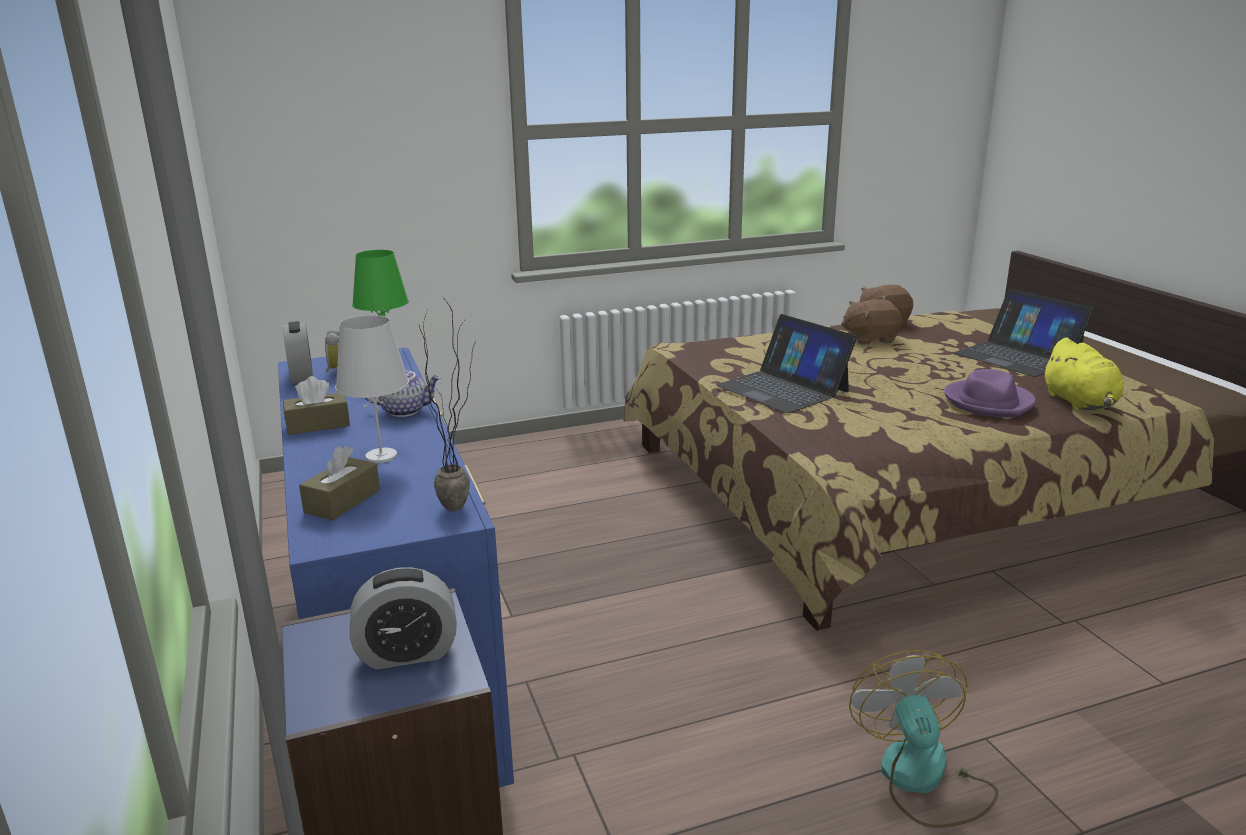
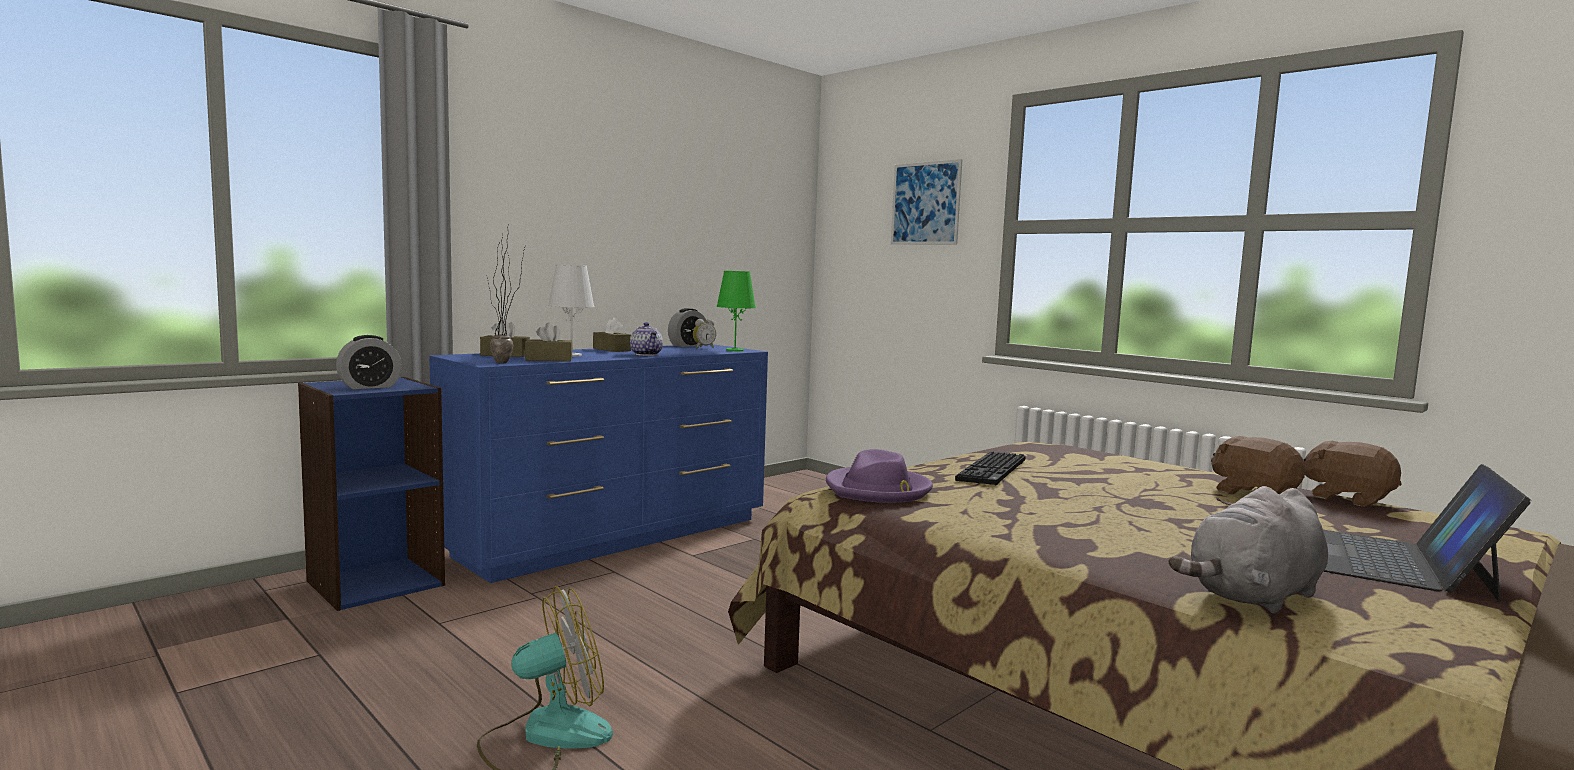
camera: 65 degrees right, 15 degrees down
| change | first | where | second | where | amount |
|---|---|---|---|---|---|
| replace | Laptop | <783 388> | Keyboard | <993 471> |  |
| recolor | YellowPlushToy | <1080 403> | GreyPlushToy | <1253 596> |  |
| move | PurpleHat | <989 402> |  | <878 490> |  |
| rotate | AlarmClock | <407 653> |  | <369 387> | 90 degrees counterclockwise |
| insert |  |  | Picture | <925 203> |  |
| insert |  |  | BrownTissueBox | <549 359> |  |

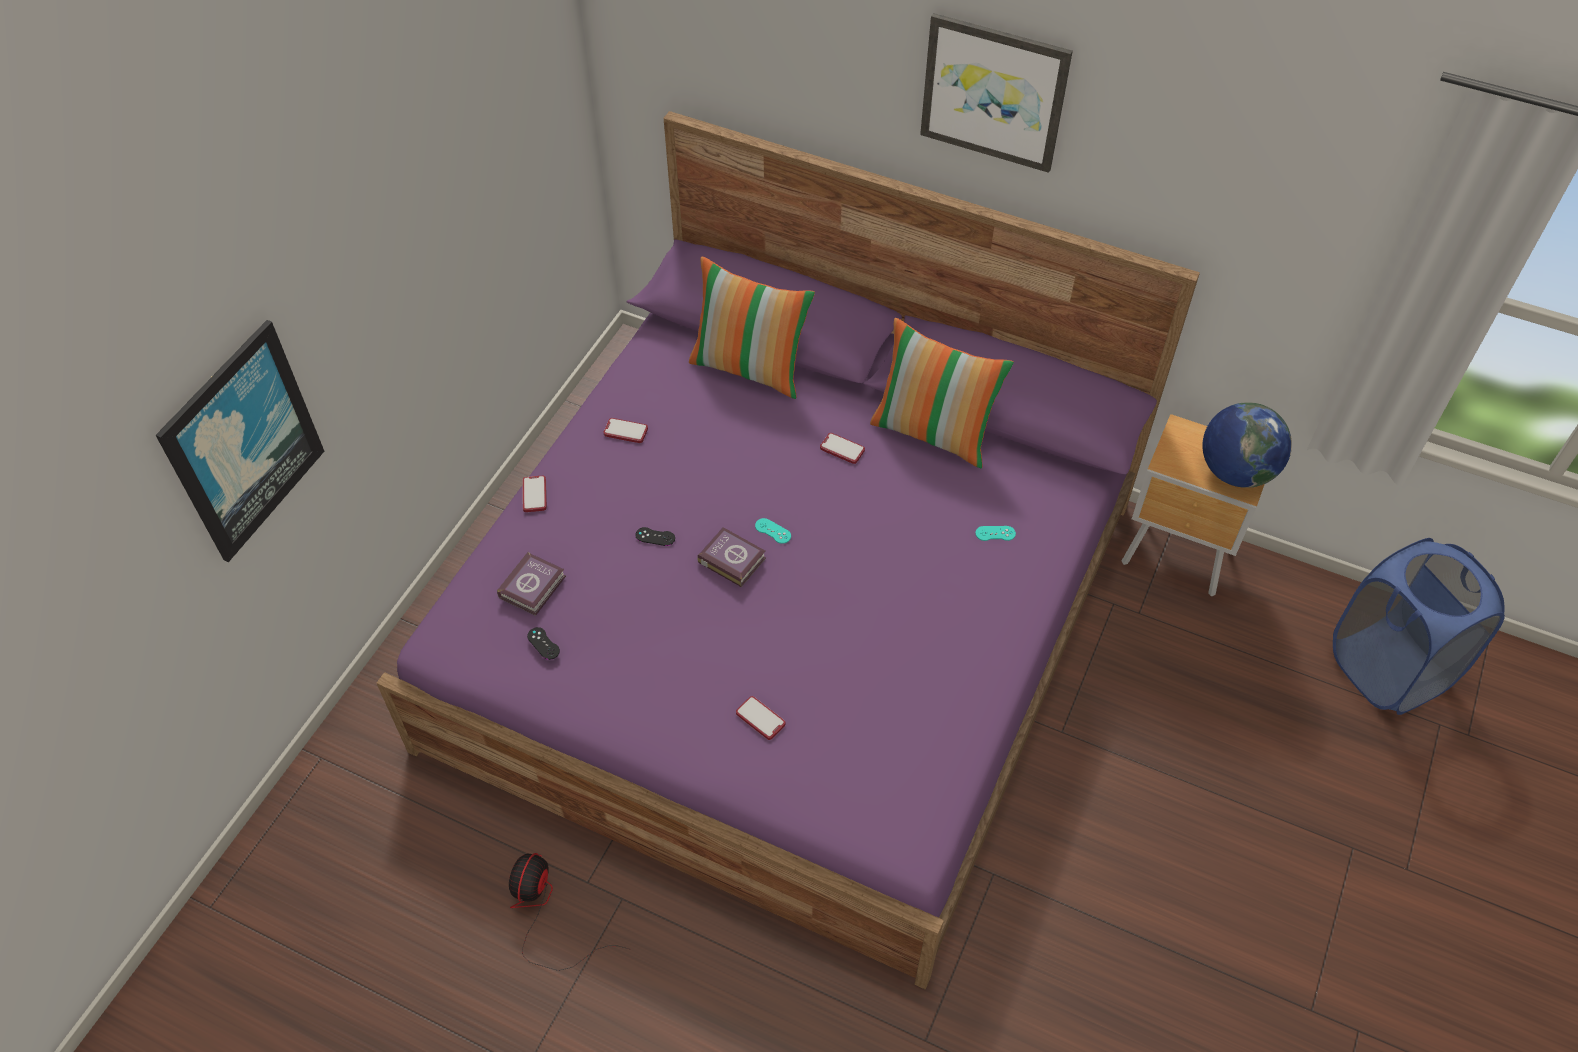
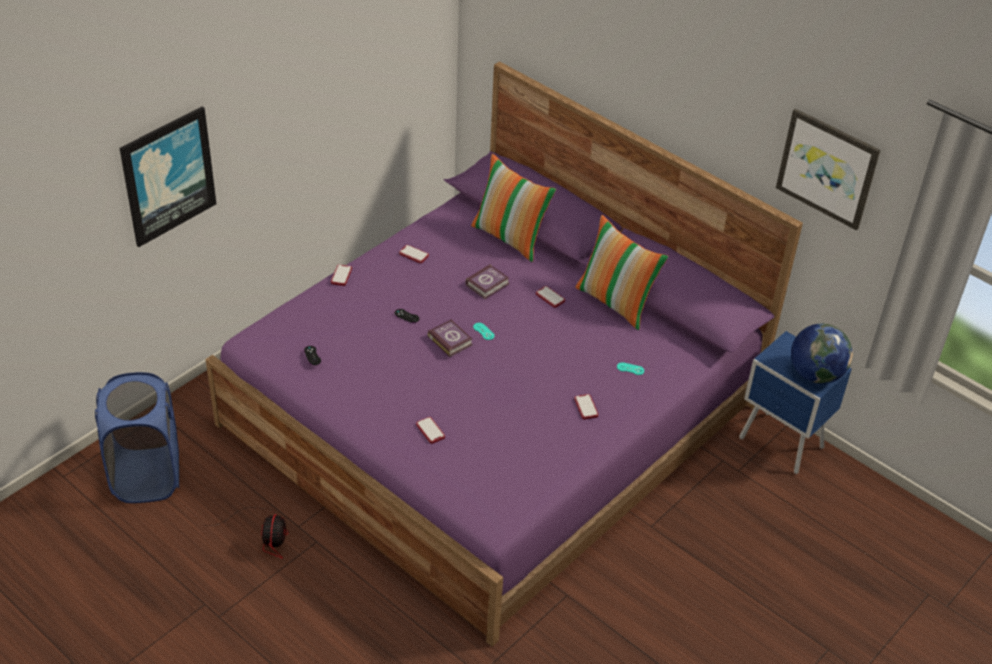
camera: 15 degrees right, 10 degrees down
| change | first | where | second | where | amount |
|---|---|---|---|---|---|
| move | Picture | <994 92> |  | <827 168> |  |
| recolor | BrownNightstand | <1178 557> | BlueNightstand | <782 445> |  |
| move | BlueLaundryBasket | <1388 668> |  | <146 476> |  |
| move | Book | <534 586> |  | <488 284> |  |
| rotate | Fan | <544 912> |  | <264 535> | 150 degrees clockwise |
| insert |  |  | Phone | <586 407> |  |

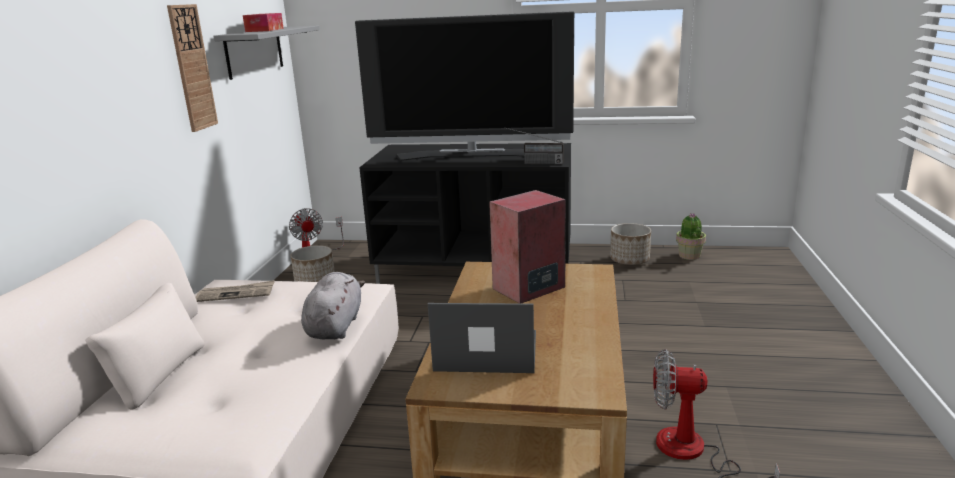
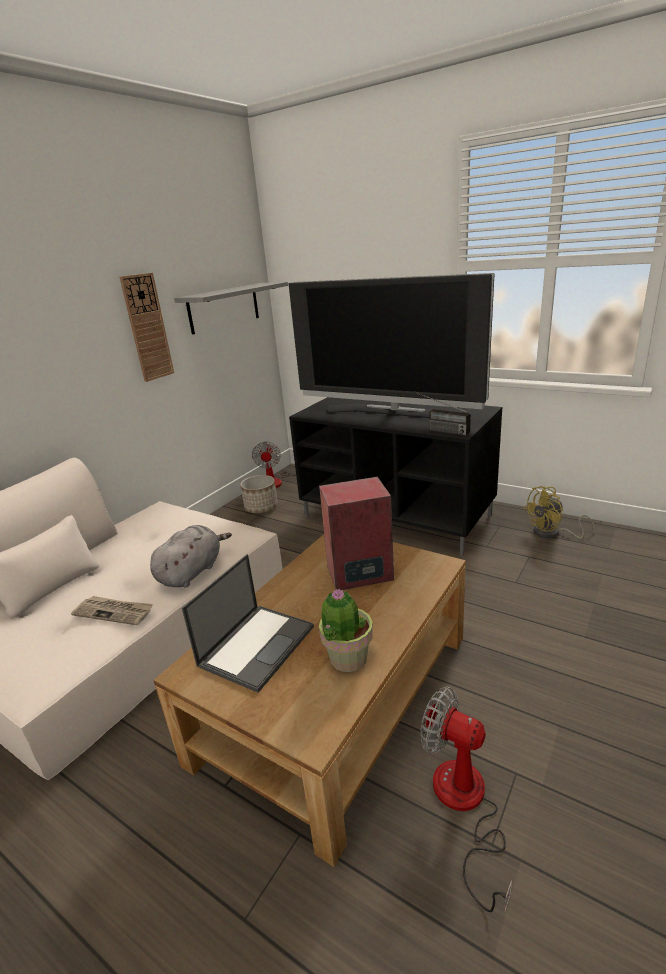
camera: 25 degrees right, 5 degrees up
| change | first | where | second | where | amount |
|---|---|---|---|---|---|
| delete | TissueBox | <265 30> |  |  |  |
| move | PottedPlant | <689 256> |  | <347 658> |  |
| replace | Planter | <630 260> | YellowFan | <552 533> |  |
| move | Newspaper | <236 294> |  | <114 612> |  |
| rotate | Laptop | <485 352> |  | <257 645> | 90 degrees clockwise |

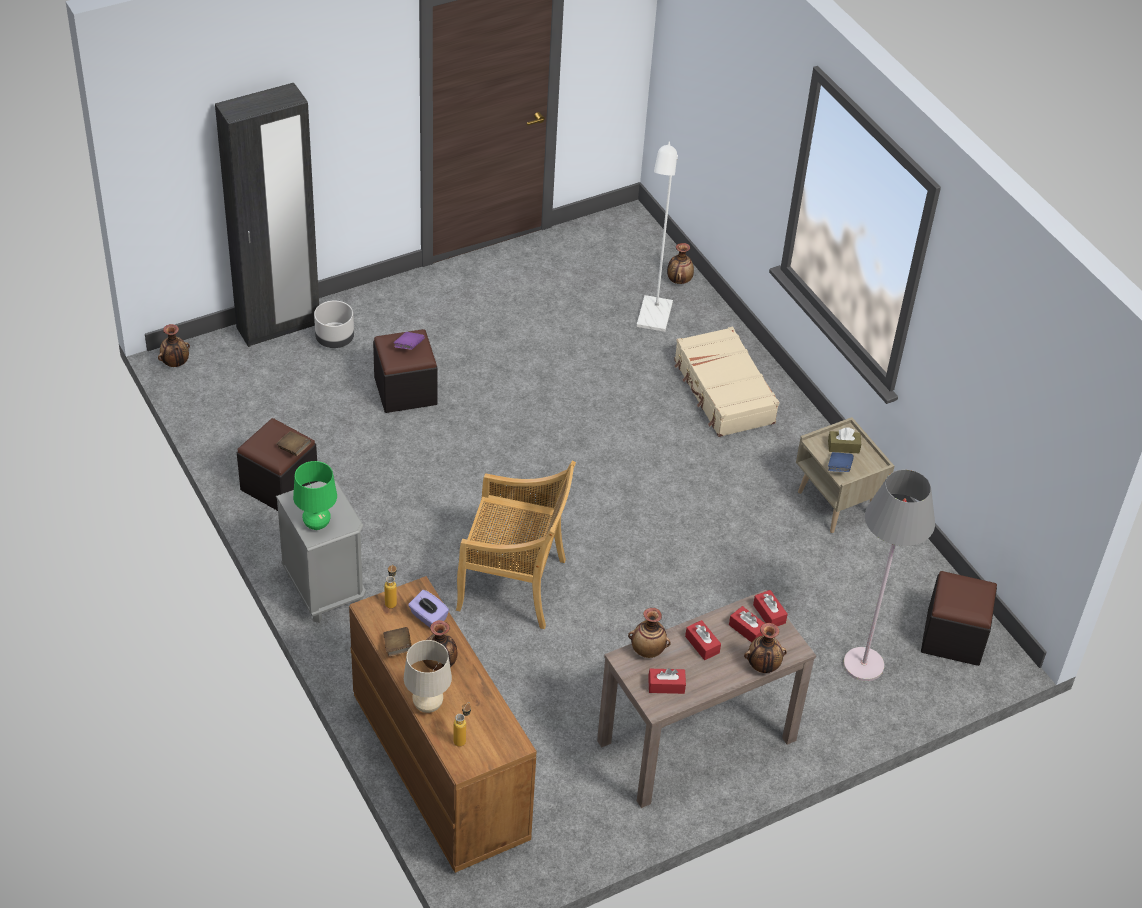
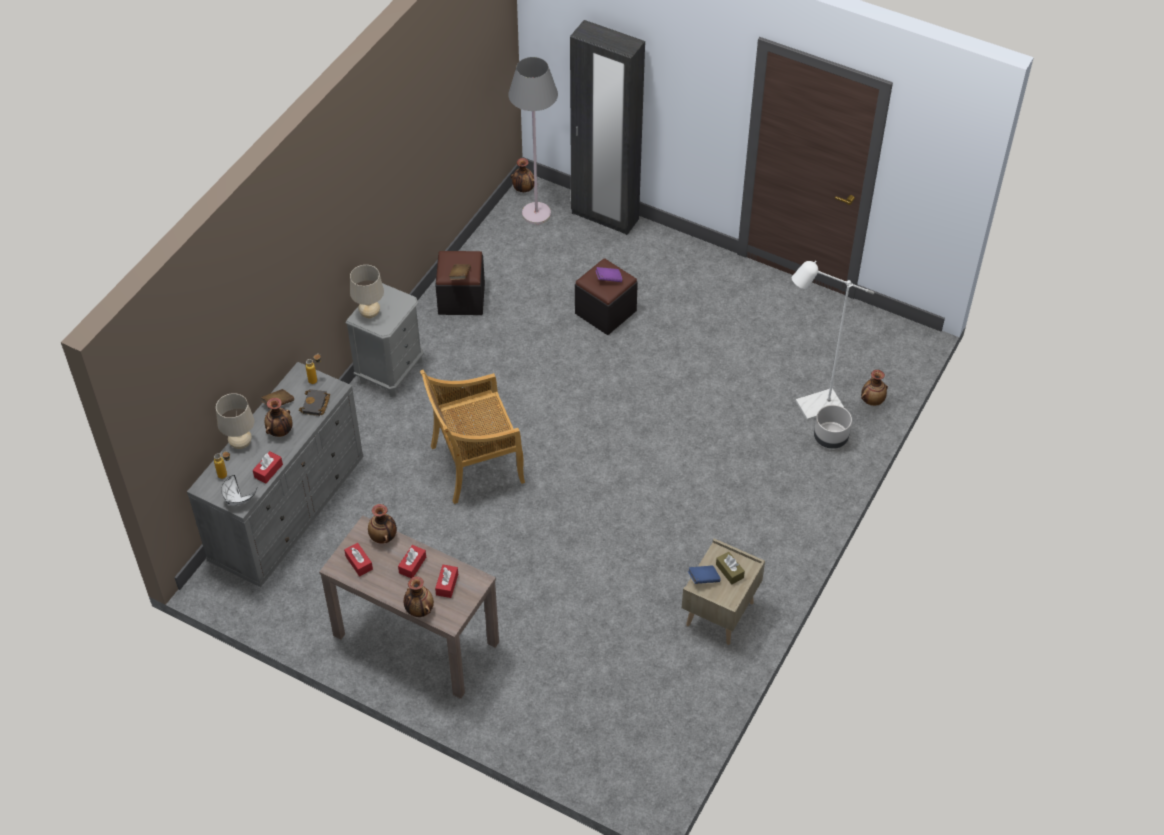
camera: 60 degrees right, 5 degrees up
| change | first | where | second | where | amount |
|---|---|---|---|---|---|
| move | GreyPlanter | <334 339> |  | <830 438> |  |
| delete | BeigeSuitcase | <723 392> |  |  |  |
| recolor | GreenTableLamp | <317 524> | BeigeTableLamp | <370 314> |  |
| rotate | BeigeChair | <514 585> |  | <475 465> | 90 degrees clockwise |
| move | GreyFloorLamp | <863 664> |  | <536 213> |  |
| delete | BlackOttoman | <953 637> |  |  |  |
| recolor | BrownDresser | <439 768> | GreyDresser | <288 509> |  |
| replace | PurpleTissueBox | <428 617> | BlackBook | <316 405> |  |
| move | RedTissueBox | <769 614> |  | <268 471> |  |
| insert |  |  | WhiteBowl | <239 499> |  |

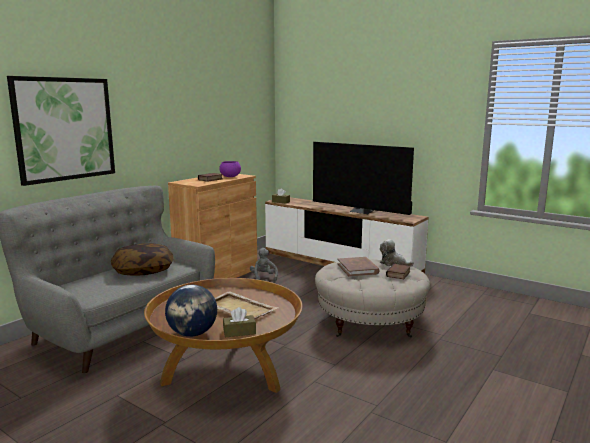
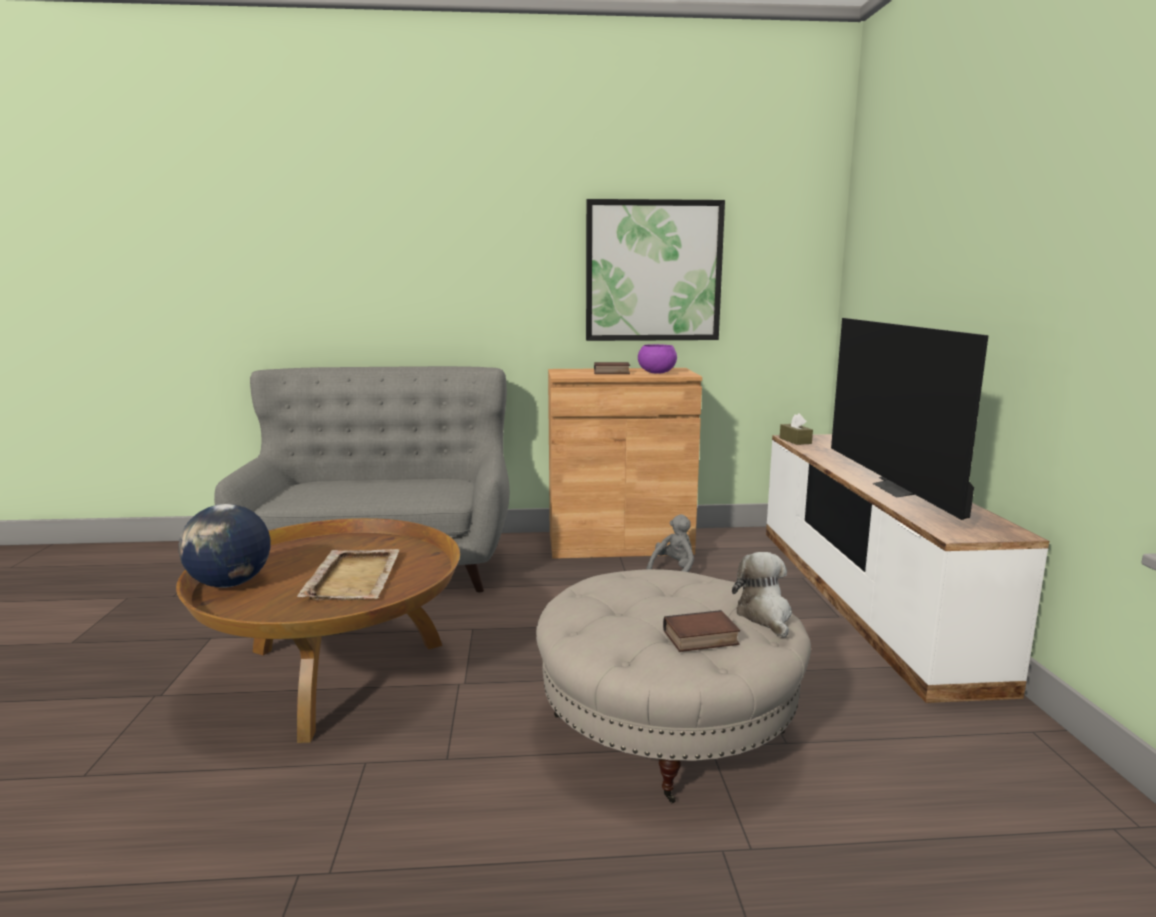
camera: 50 degrees right, 0 degrees up
| change | first | where | second | where | amount |
|---|---|---|---|---|---|
| move | Picture | <64 129> |  | <653 271> |  |
| delete | Pillow | <143 270> |  |  |  |
| delete | BrownBook | <358 269> |  |  |  |
| delete | BrownTissueBox | <239 332> |  |  |  |

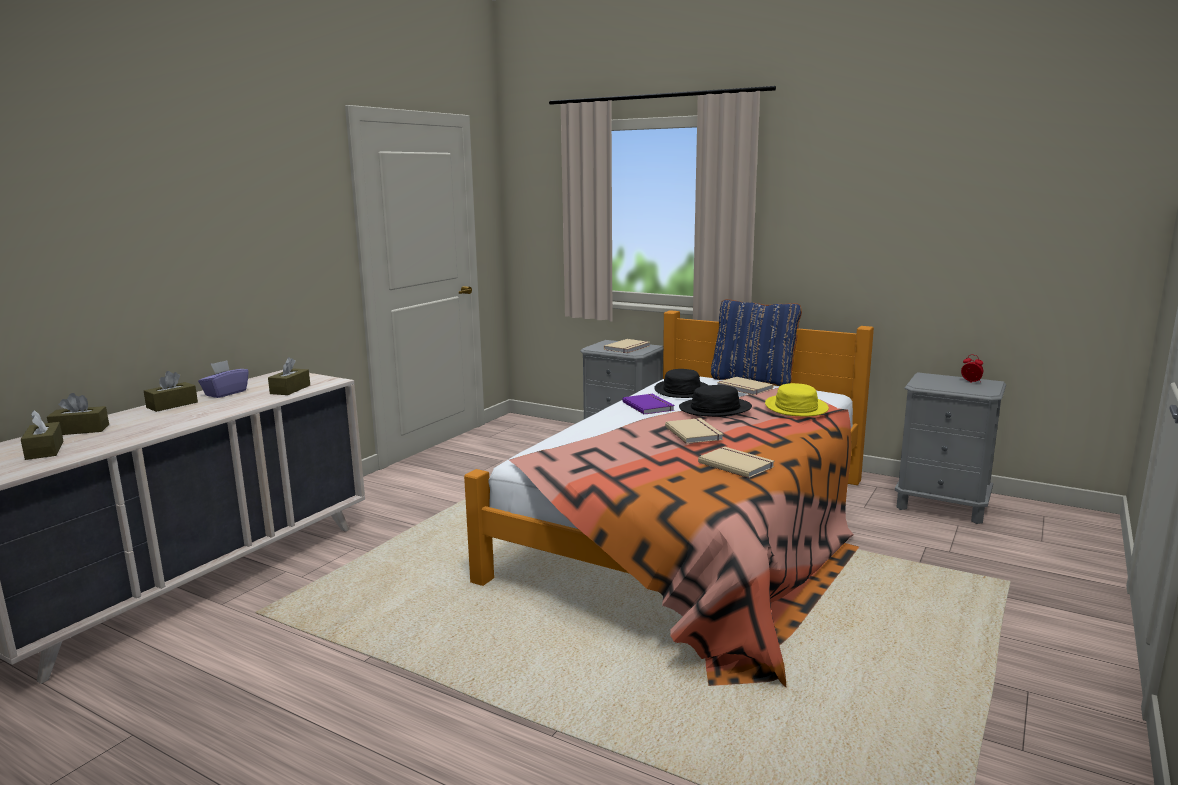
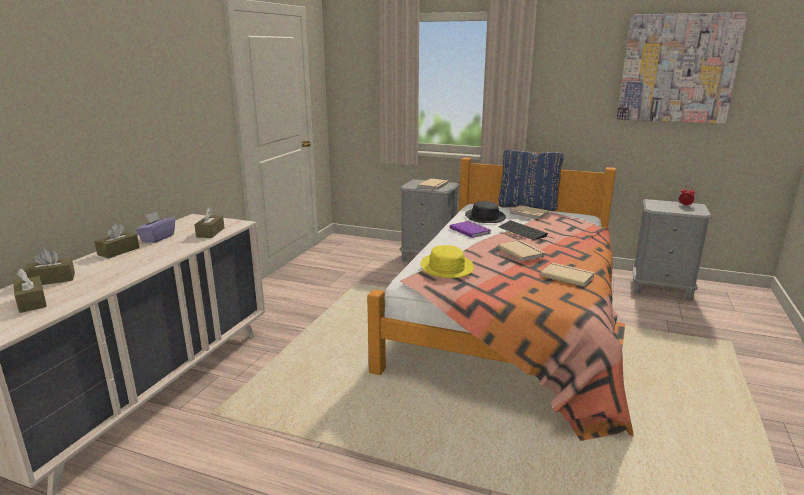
camera: 10 degrees left, 5 degrees up
| change | first | where | second | where | amount |
|---|---|---|---|---|---|
| move | YellowHat | <795 407> |  | <446 267> |  |
| replace | BlackHat | <715 409> | Keyboard | <522 231> |  |
| insert |  |  | Picture | <677 69> |  |

